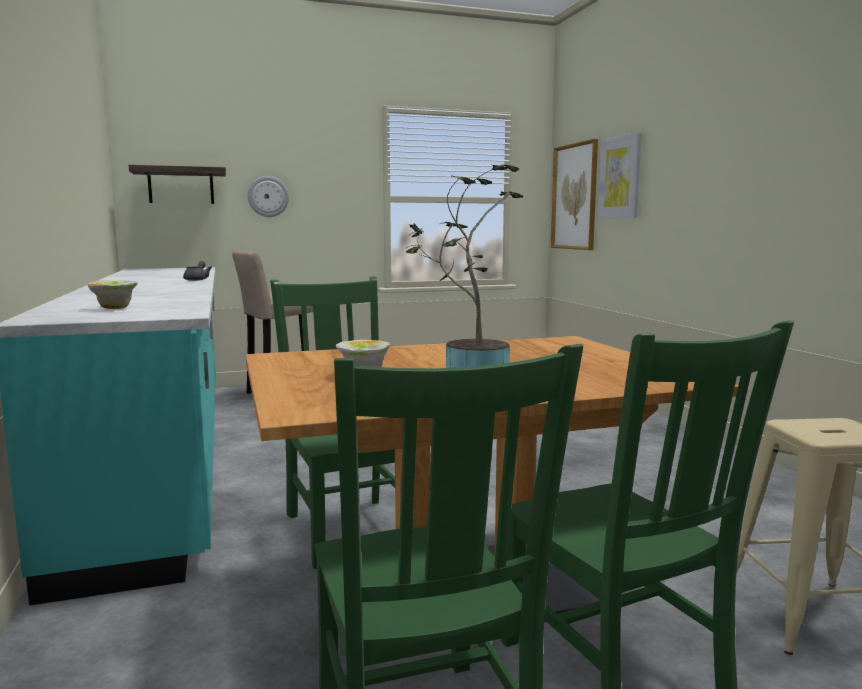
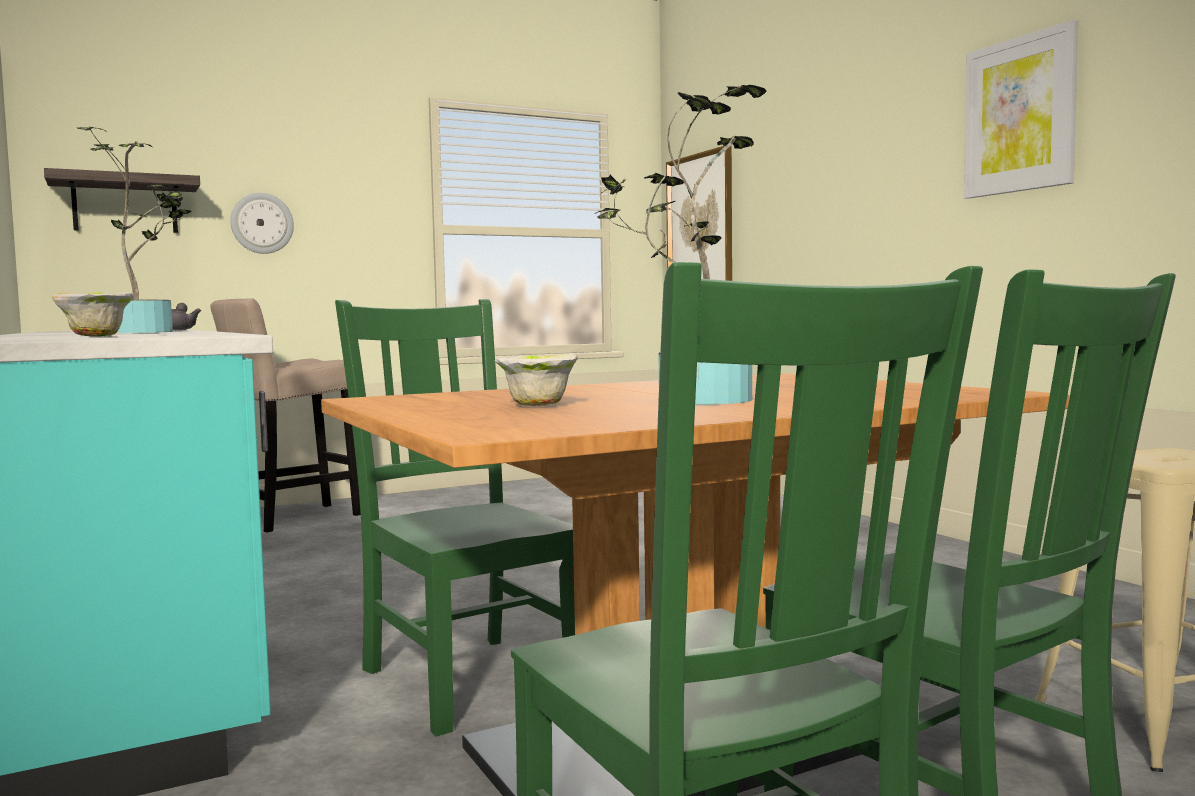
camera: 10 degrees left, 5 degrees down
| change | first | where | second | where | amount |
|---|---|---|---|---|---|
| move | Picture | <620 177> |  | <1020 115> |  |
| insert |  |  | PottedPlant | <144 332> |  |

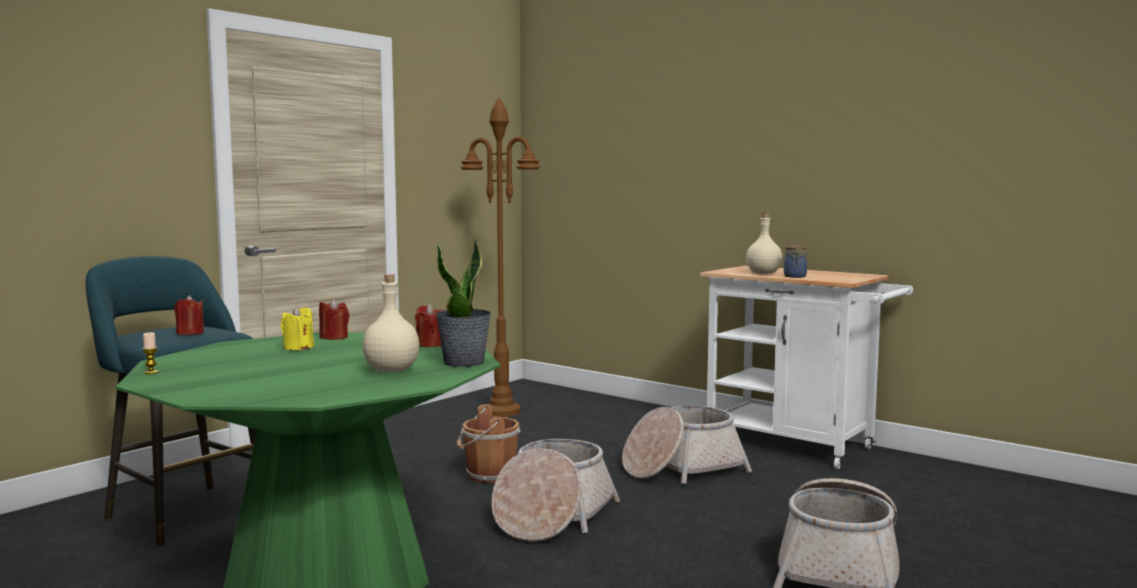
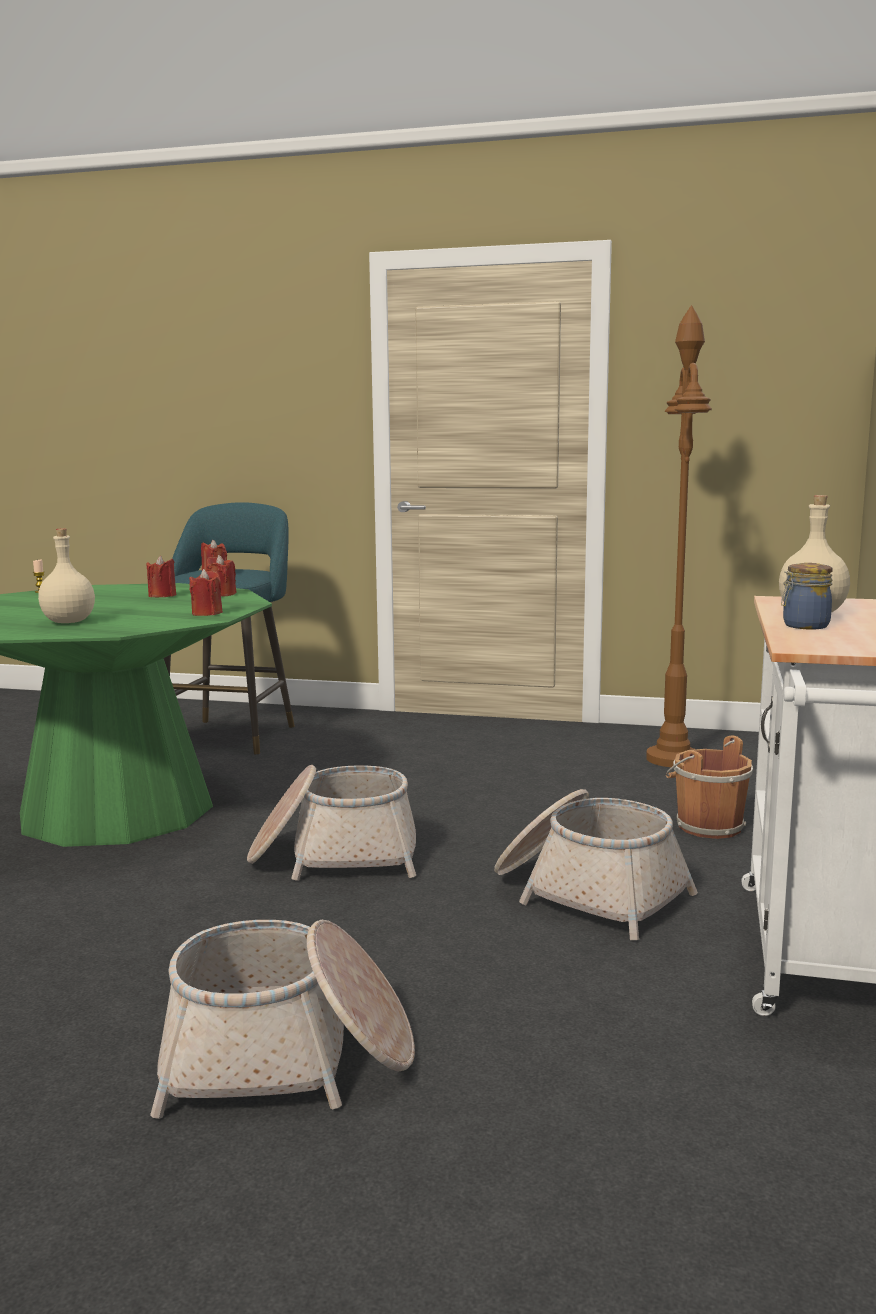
camera: 65 degrees right, 5 degrees up
| change | first | where | second | where | amount |
|---|---|---|---|---|---|
| delete | PottedPlant | <464 363> |  |  |  |
| recolor | YellowCandle | <298 348> | RedCandle | <162 596> |  |
| move | BrownBucket | <488 475> |  | <706 826> |  |

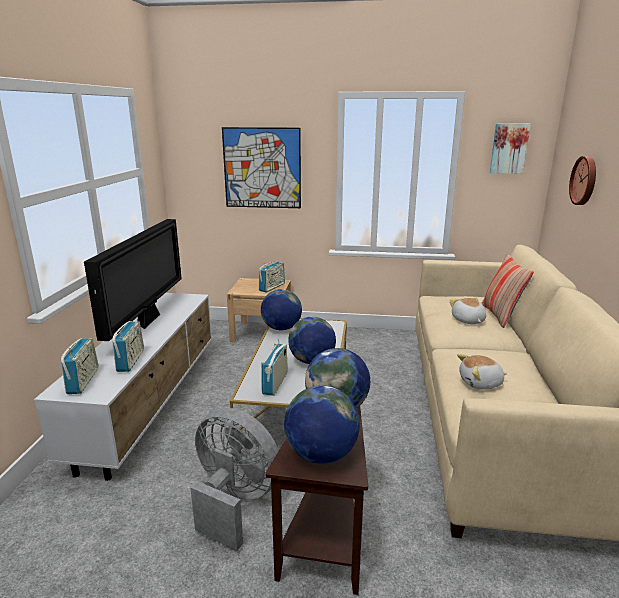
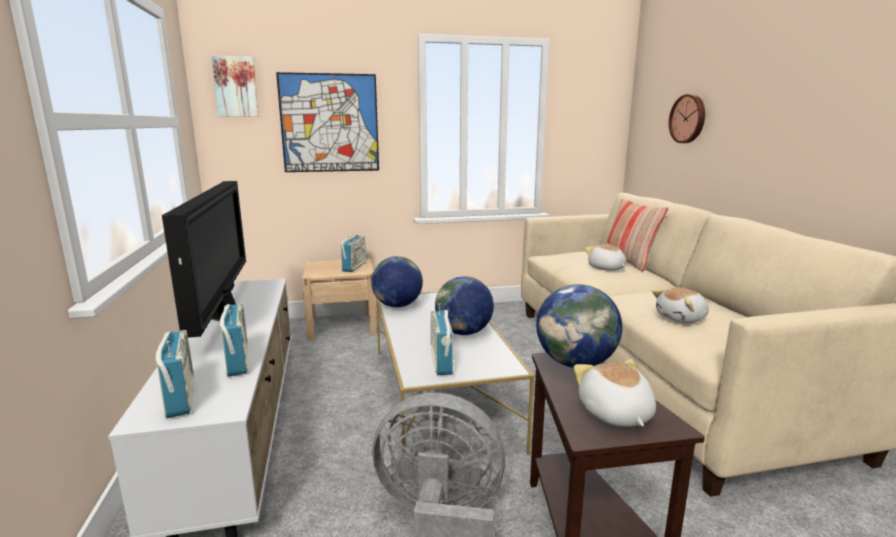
camera: 20 degrees left, 5 degrees down
| change | first | where | second | where | amount |
|---|---|---|---|---|---|
| move | Picture | <509 148> |  | <236 87> |  |
| replace | Globe | <321 454> | PlushToy | <614 414> |  |

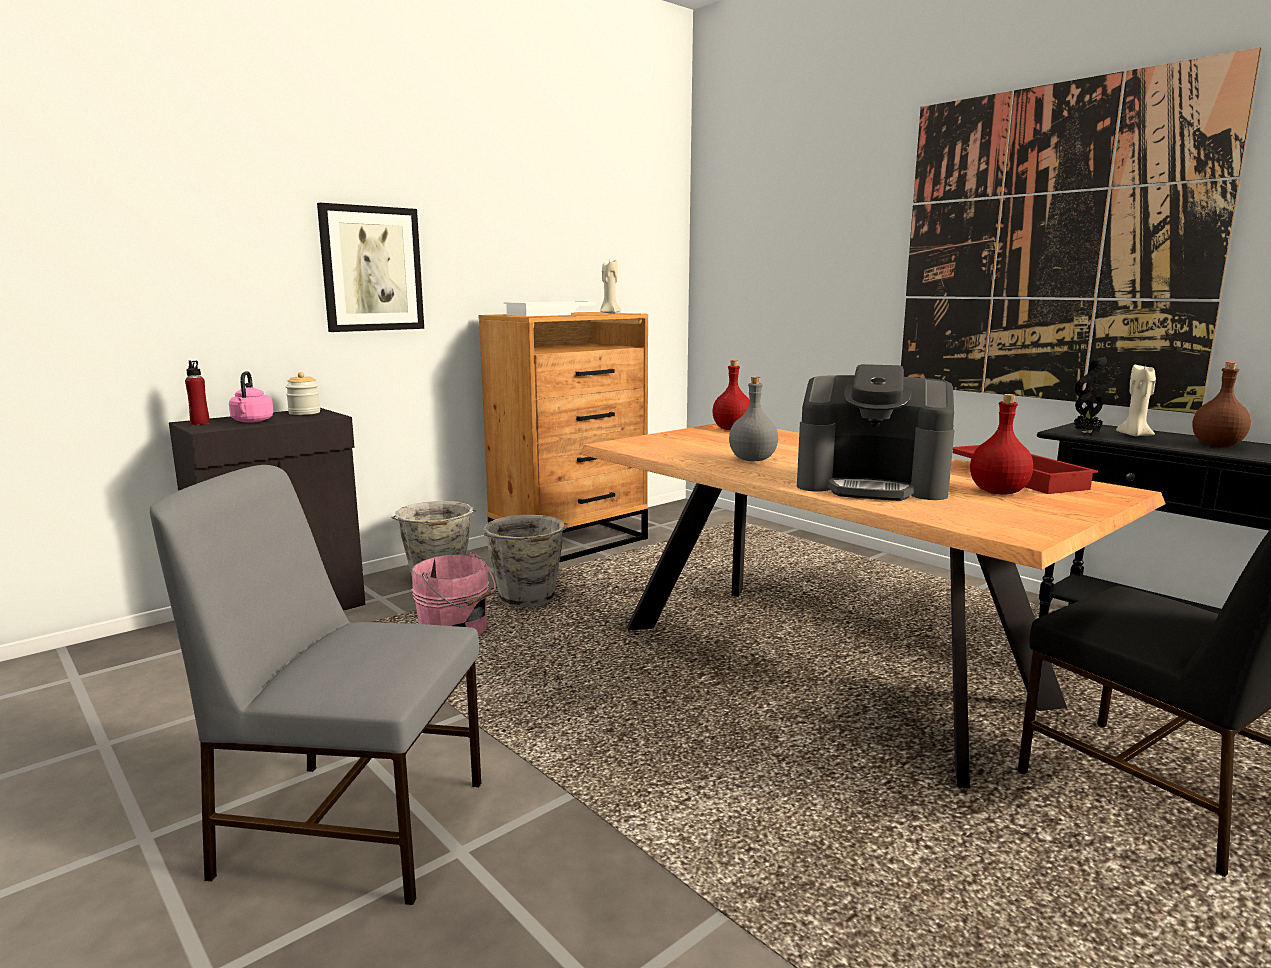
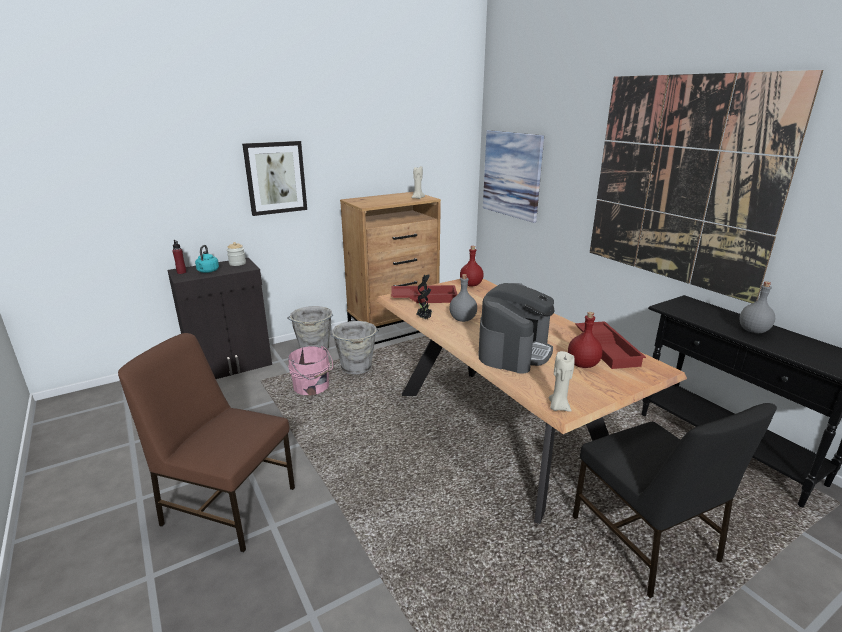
camera: 10 degrees right, 10 degrees up
| change | first | where | second | where | amount |
|---|---|---|---|---|---|
| delete | WhiteTray | <552 314> |  |  |  |
| move | PottedPlant | <1087 434> |  | <424 318> |  |
| recolor | BrownBottle | <1216 445> | GreyBottle | <752 330> |  |
| move | BeigeCandle | <1134 435> |  | <558 407> |  |
| rotate | CoffeeMachine | <872 485> |  | <514 351> | 90 degrees counterclockwise |
| recolor | PinkKettle | <252 421> | TurquoiseKettle | <207 271> |  |
| recolor | GreyChair | <351 825> | BrownChair | <228 504> |  |
| insert |  |  | Picture | <512 175> |  |
| insert |  |  | RedTray | <424 298> |  |

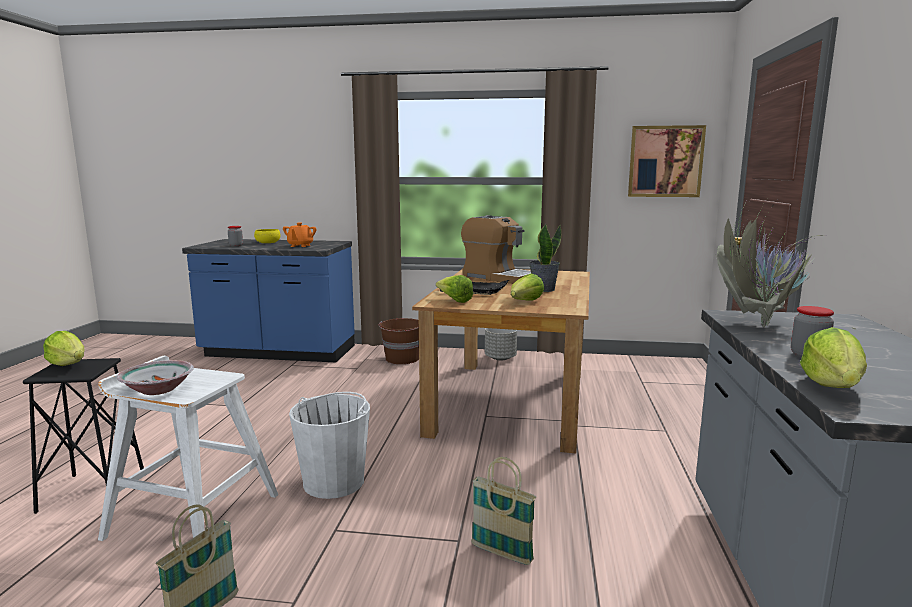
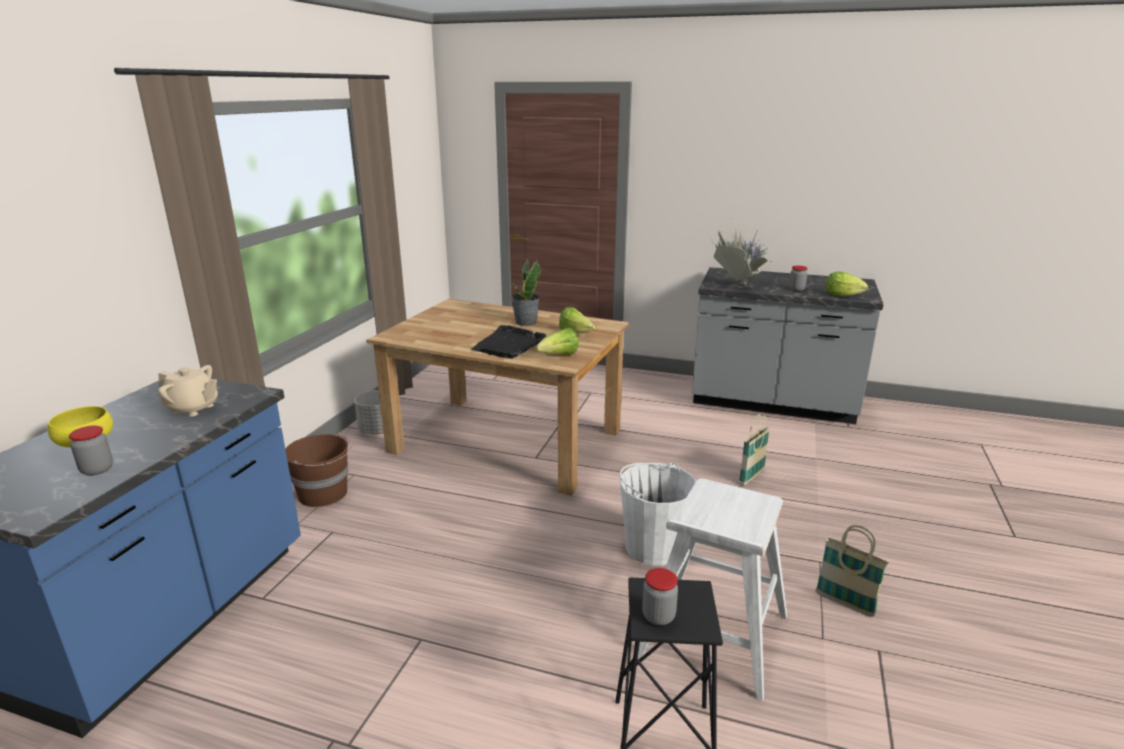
camera: 80 degrees left, 10 degrees up
| change | first | where | second | where | amount |
|---|---|---|---|---|---|
| delete | Picture | <665 161> |  |  |  |
| delete | CoffeeMachine | <498 277> |  |  |  |
| recolor | OrangeTeapot | <300 246> | BeigeTeapot | <193 408> |  |
| replace | Lettuce | <68 364> | Jar | <658 616> |  |
| delete | Bowl | <157 389> |  |  |  |

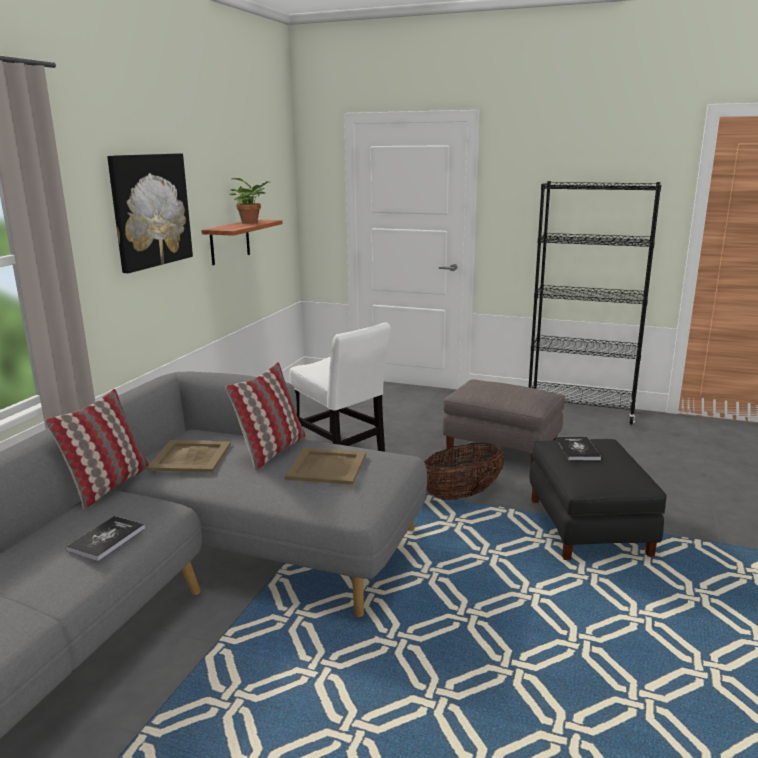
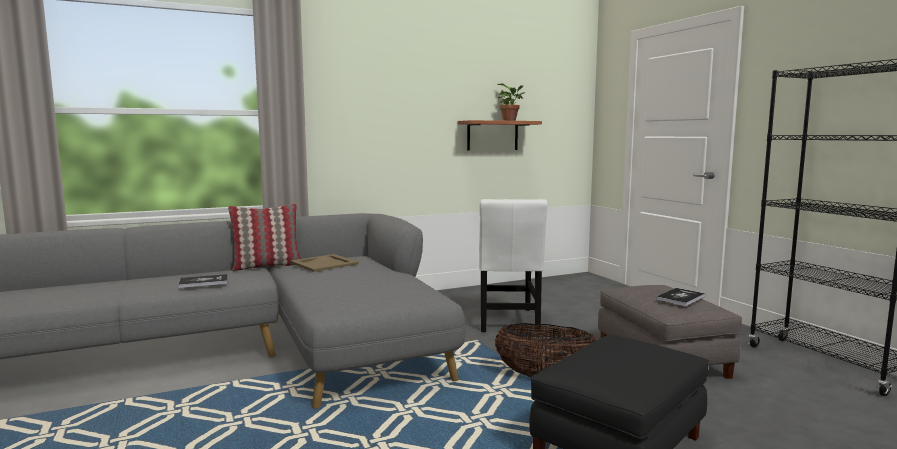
camera: 45 degrees right, 10 degrees down
| change | first | where | second | where | amount |
|---|---|---|---|---|---|
| delete | Picture | <150 210> |  |  |  |
| delete | Pillow | <272 451> |  |  |  |
| move | Book | <577 449> |  | <680 298> |  |
| delete | BeigeTray | <327 466> |  |  |  |

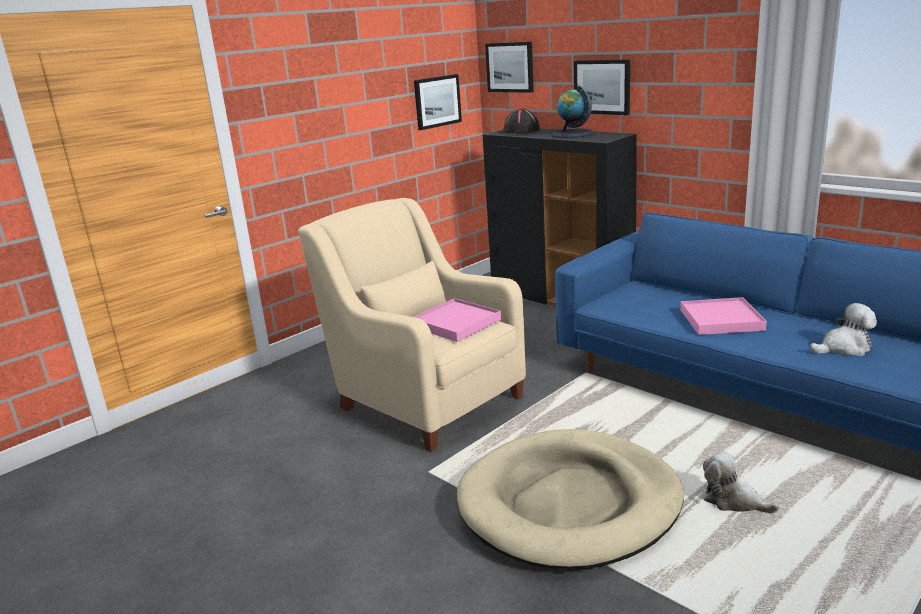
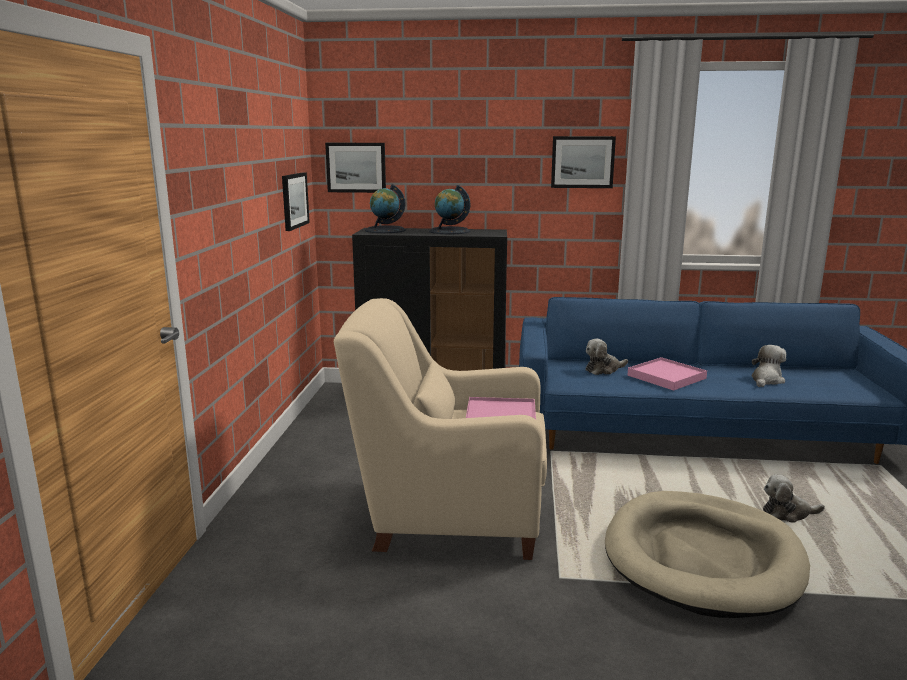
camera: 40 degrees left, 5 degrees down
| change | first | where | second | where | amount |
|---|---|---|---|---|---|
| move | Picture | <602 87> |  | <582 162> |  |
| replace | BlackHat | <521 131> | Globe | <385 230> |  |
| insert |  |  | PlushToy | <603 369> |  |

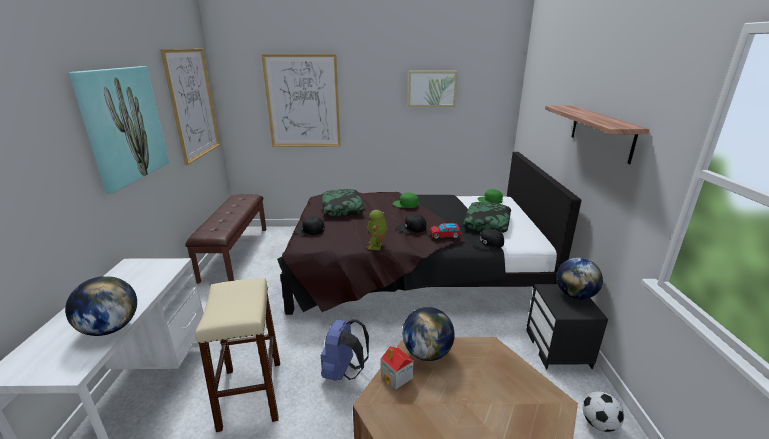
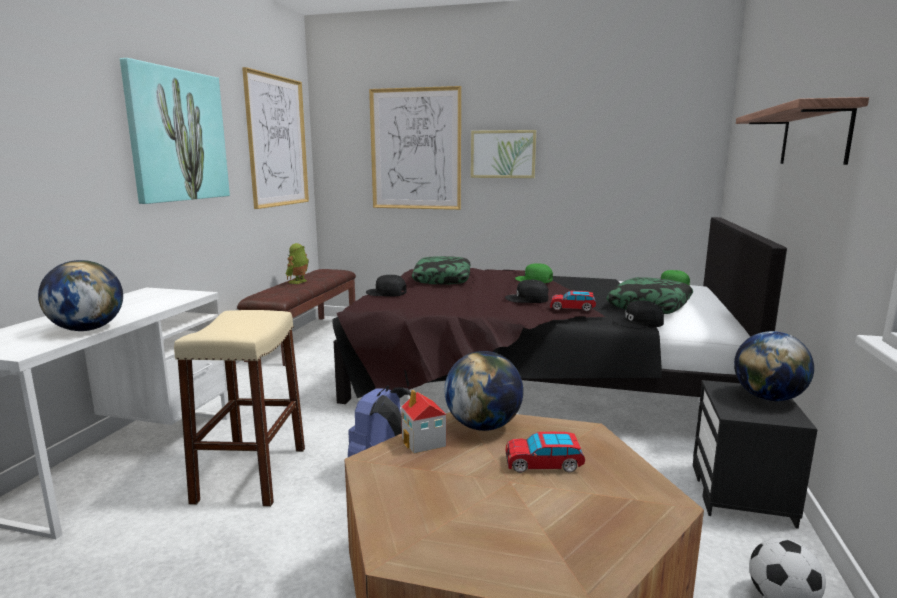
camera: 15 degrees right, 10 degrees down
| change | first | where | second | where | amount |
|---|---|---|---|---|---|
| move | Picture | <432 89> |  | <503 154> |  |
| move | ToyRobot | <377 246> |  | <299 282> |  |
| insert |  |  | ToyCar | <543 464> |  |

